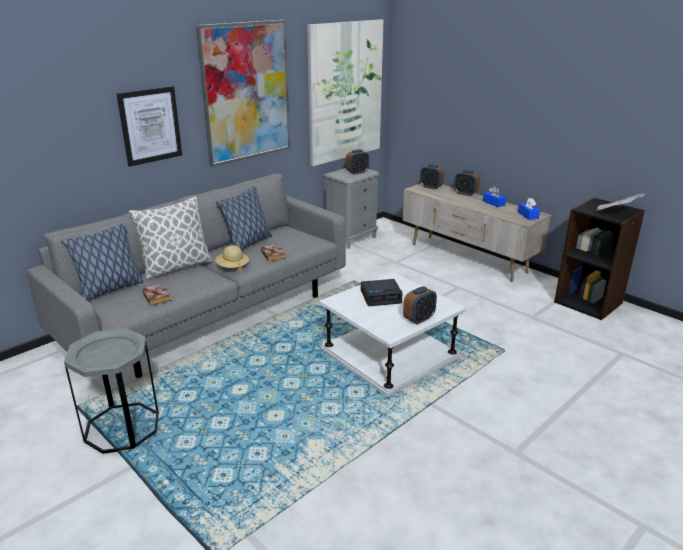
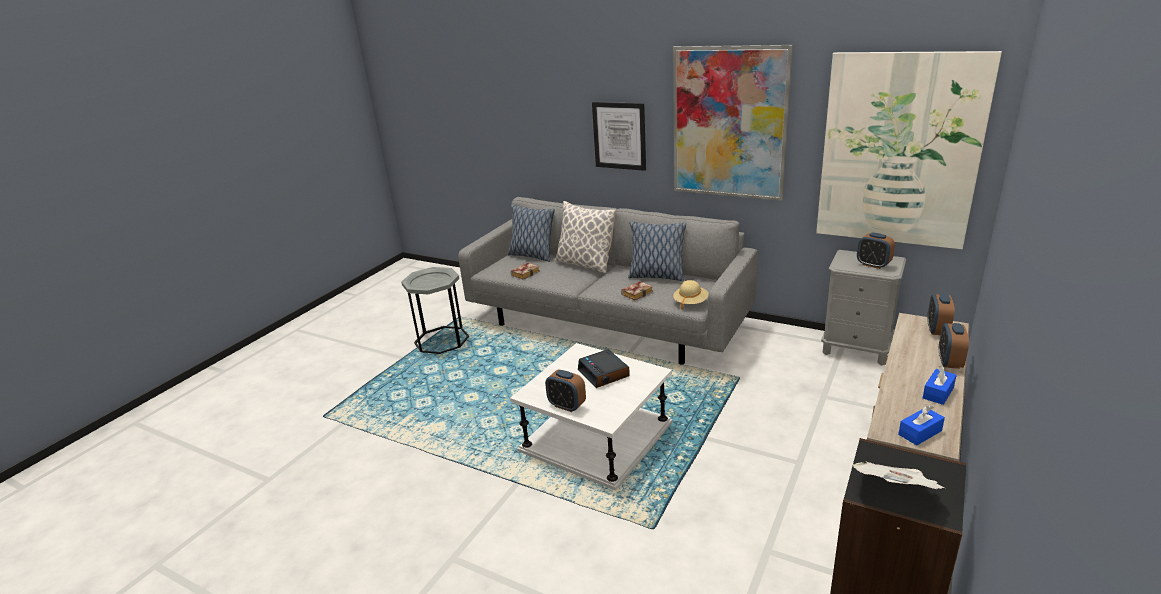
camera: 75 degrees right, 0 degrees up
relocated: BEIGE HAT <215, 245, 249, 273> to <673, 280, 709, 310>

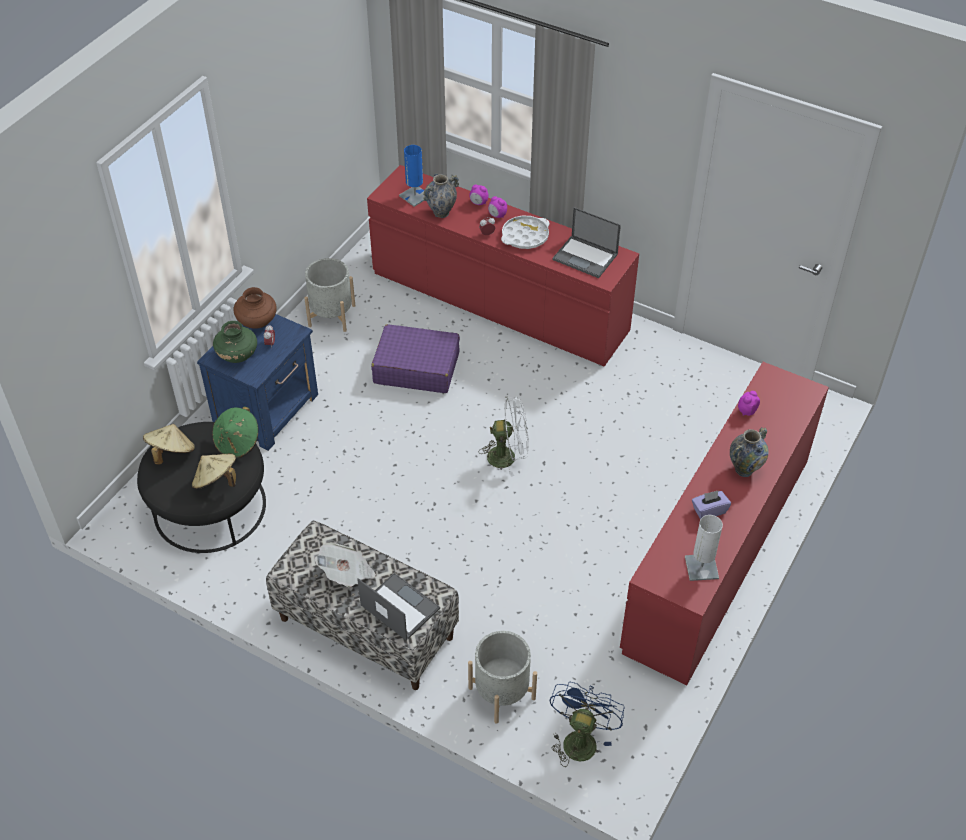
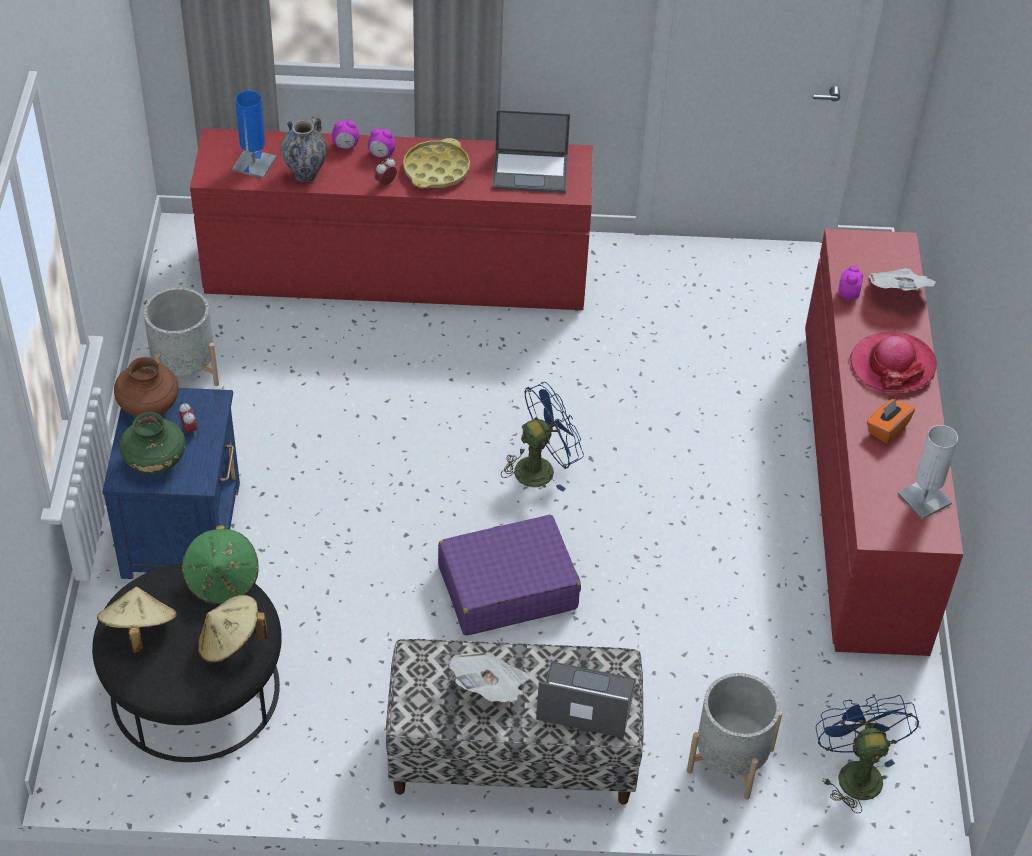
camera: 30 degrees left, 0 degrees up
appeared: NEWSPAPER <869, 268, 936, 291>
relocated: PURPLE SUITCASE <371, 324, 460, 393> to <438, 515, 581, 636>
exchanged: VASE <730, 427, 769, 477> to HAT <850, 332, 937, 392>
colour: WHITE FAN <479, 397, 528, 477> to BLUE FAN <501, 382, 584, 492>; WHITE TRAY <501, 216, 550, 249> to YELLOW TRAY <403, 138, 470, 188>; PURPLE TISSUE BOX <692, 491, 731, 519> to ORANGE TISSUE BOX <867, 399, 915, 443>

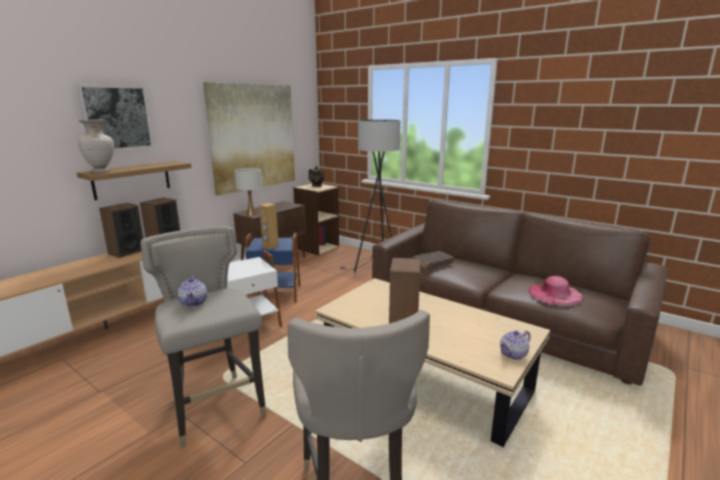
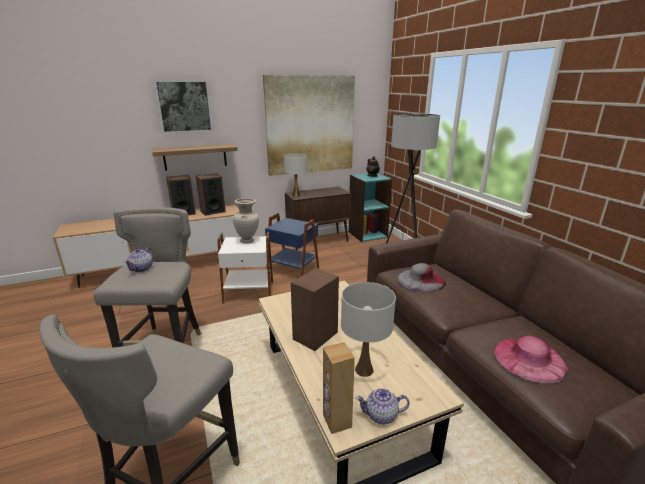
camera: 30 degrees right, 5 degrees up
appeared: WHITE TABLE LAMP <341, 282, 396, 377>
relocated: BEIGE VASE <78, 119, 114, 173> to <233, 198, 259, 244>; BROWN SPEAKER <259, 203, 279, 249> to <323, 342, 355, 434>
exchanged: BROWN BOOK <413, 251, 454, 269> to GREY HAT <397, 263, 446, 292>
colour: BEIGE BOOKCASE <293, 184, 339, 255> to TURQUOISE BOOKCASE <348, 173, 392, 242>

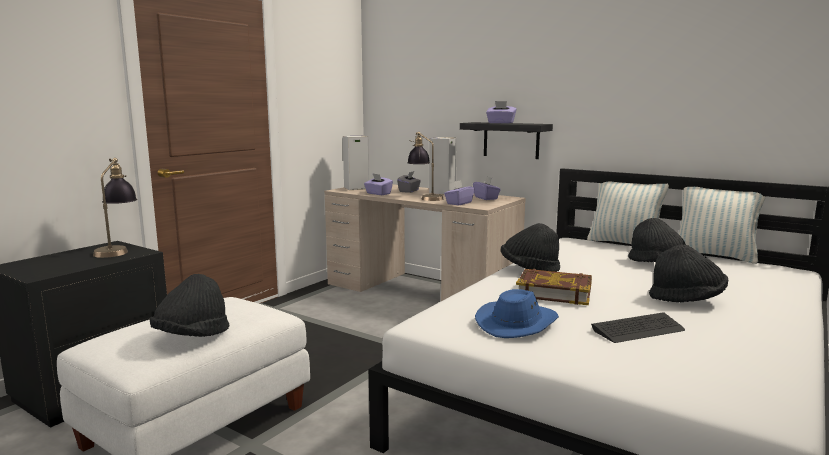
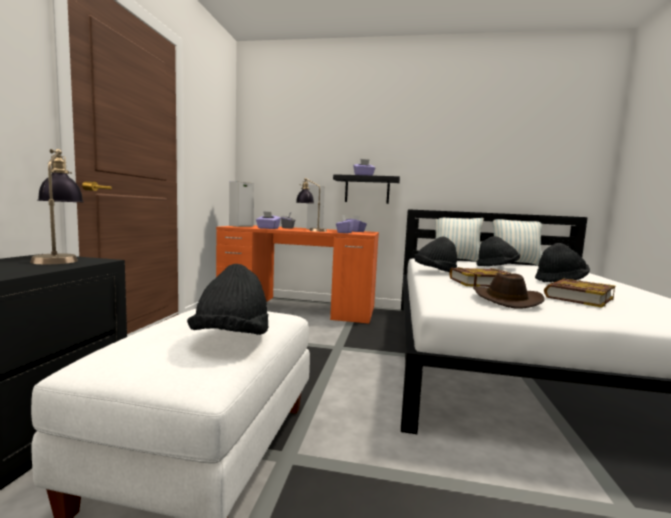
camera: 25 degrees left, 5 degrees down
exchanged: KEYBOARD <591, 312, 685, 343> to BOOK <544, 279, 615, 308>
colour: BEIGE DESK <324, 184, 526, 301> to ORANGE DESK <216, 225, 379, 324>; BLUE HAT <475, 289, 559, 338> to BROWN HAT <473, 272, 544, 309>

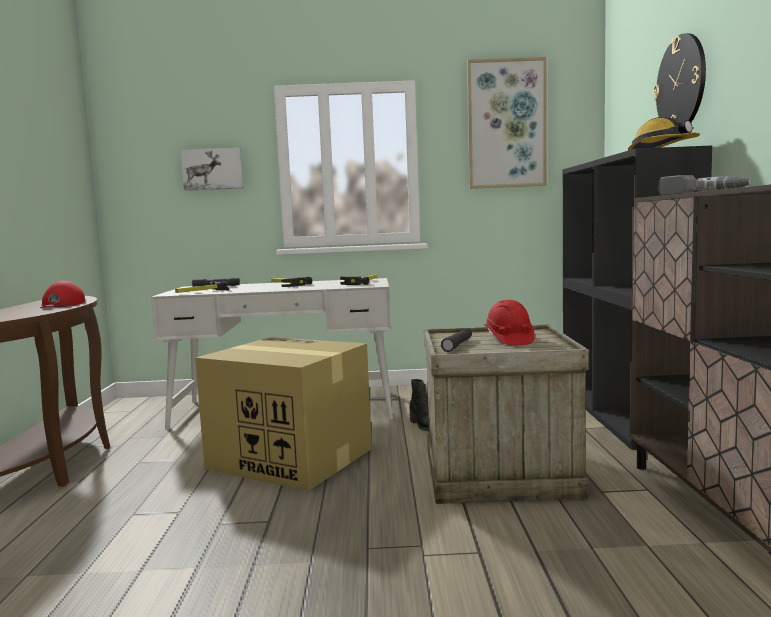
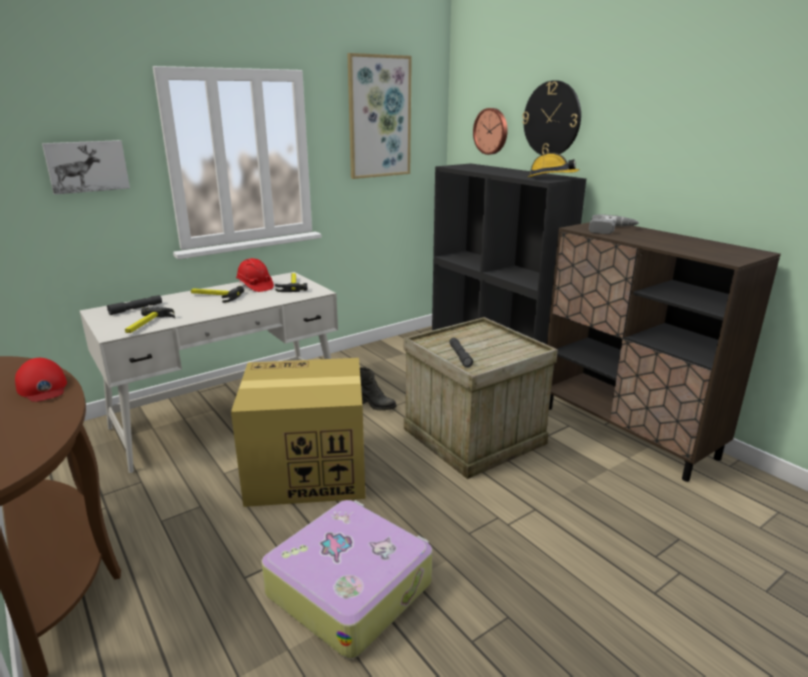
camera: 35 degrees left, 15 degrees up
appeared: SUITCASE <261, 500, 433, 659>; WALL CLOCK <473, 108, 507, 155>
relocated: RED HARD HAT <485, 300, 535, 345> to <236, 258, 274, 292>

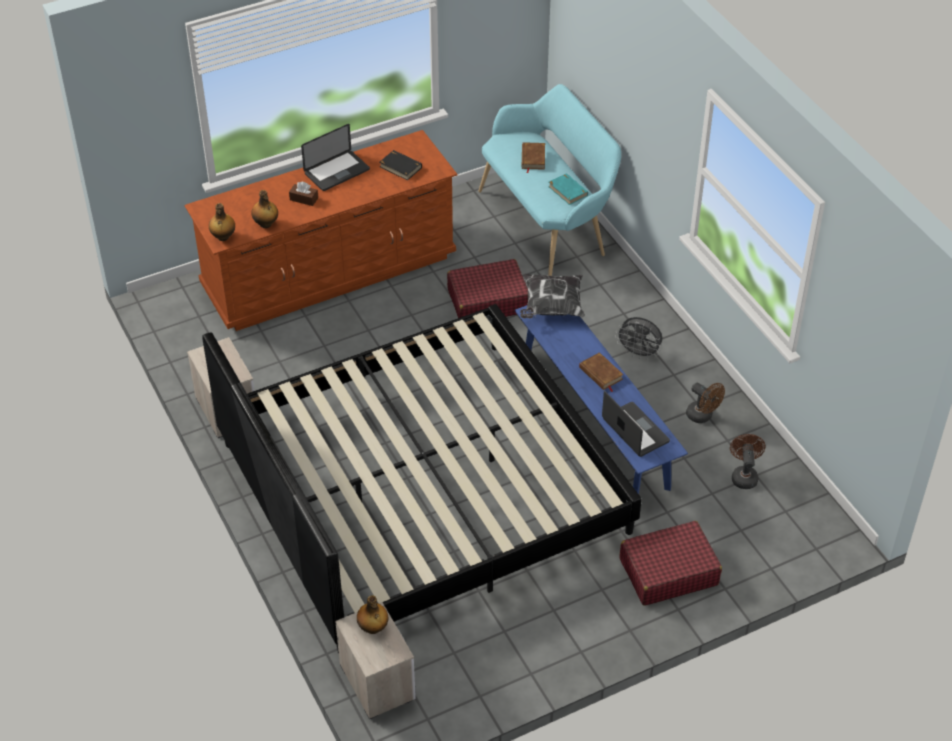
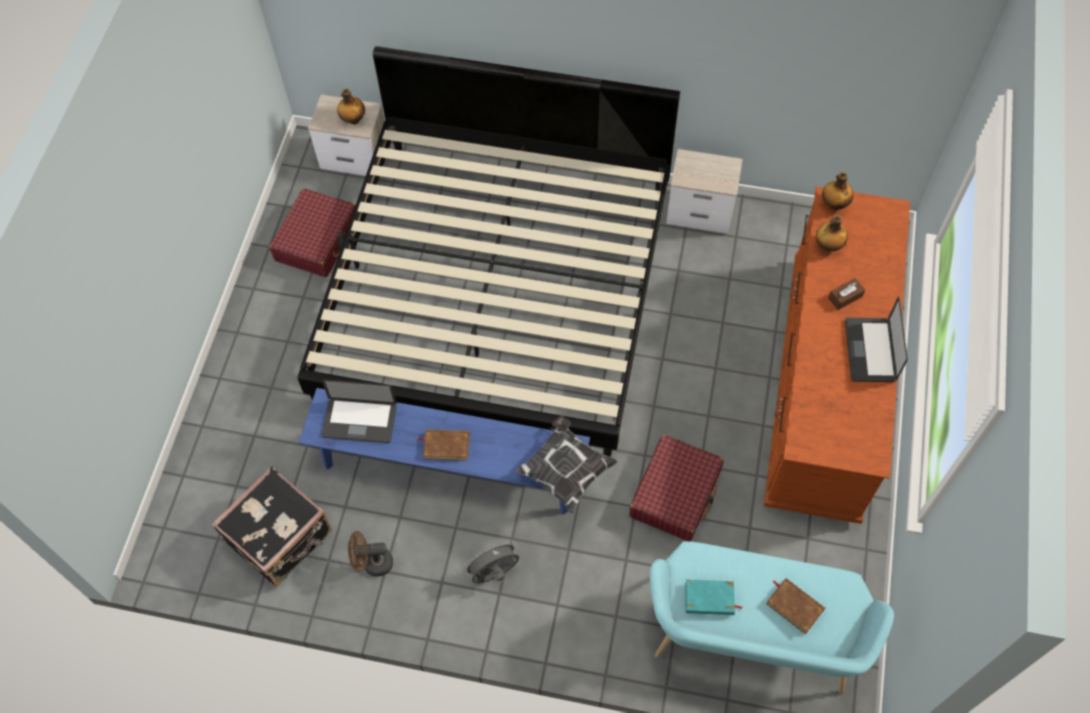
camera: 130 degrees right, 15 degrees up
missing: BLACK BOOK <380, 150, 422, 180>
relocated: RED SUITCASE <620, 521, 722, 606> to <269, 188, 356, 277>
exchanged: BROWN FAN <730, 434, 765, 489> to BLACK SUITCASE <212, 466, 332, 587>

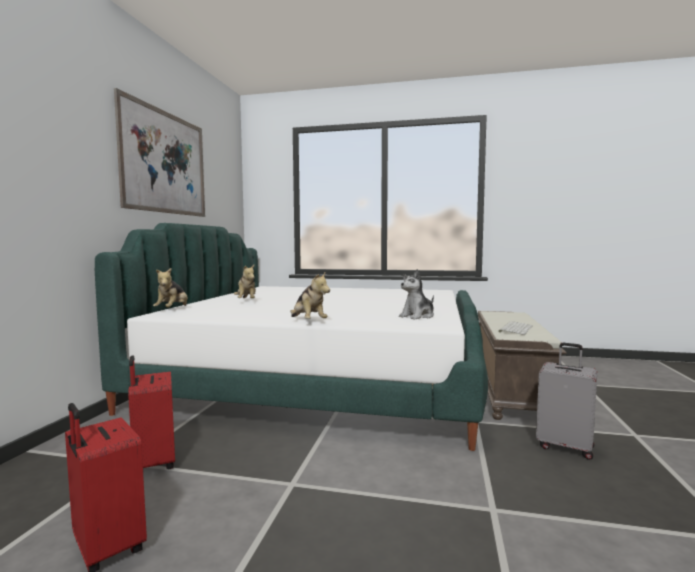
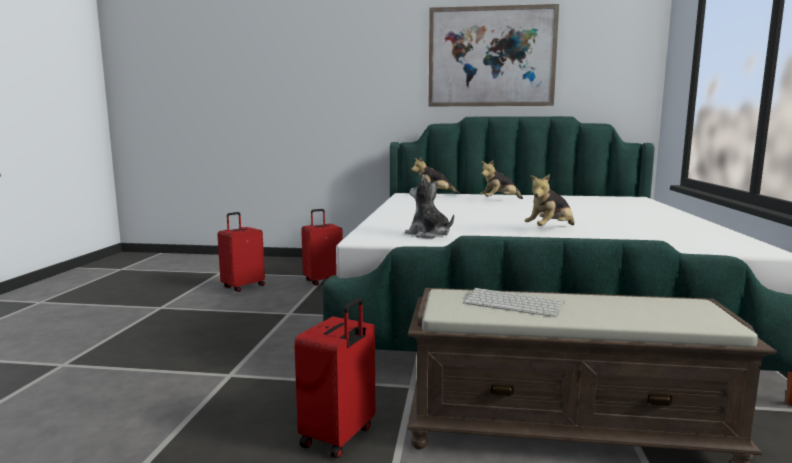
camera: 85 degrees right, 5 degrees up
relocated: PLUSH TOY <290, 273, 330, 319> to <524, 174, 574, 226>
colour: GREY SUITCASE <536, 343, 597, 460> to RED SUITCASE <294, 298, 375, 458>

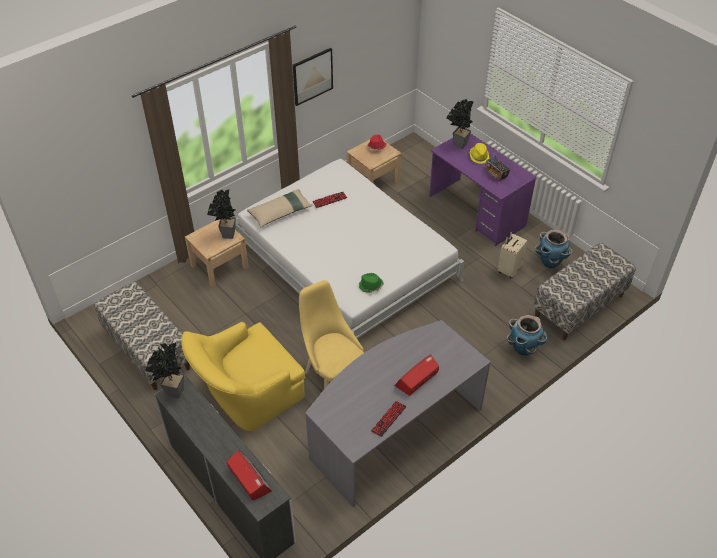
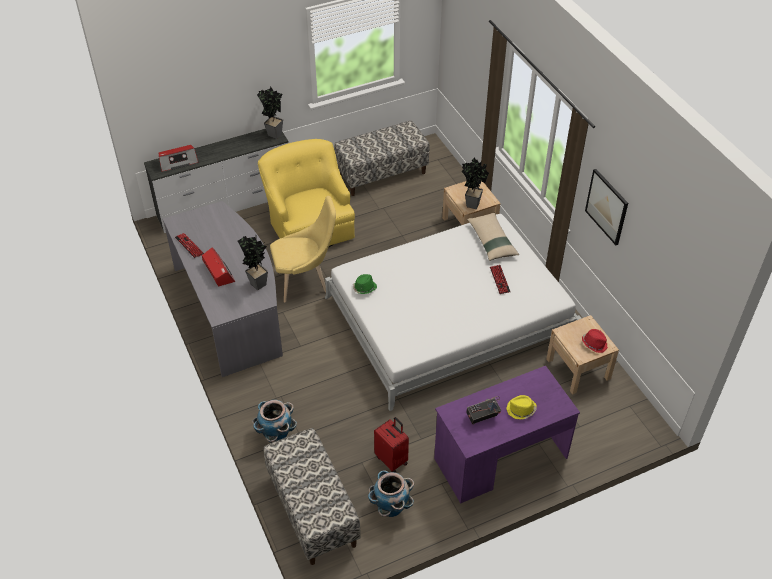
camera: 105 degrees right, 0 degrees up
relocated: POTTED PLANT <446, 99, 473, 149> to <238, 235, 268, 290>
colour: BEIGE SUITCASE <497, 229, 528, 279> to RED SUITCASE <374, 417, 409, 473>

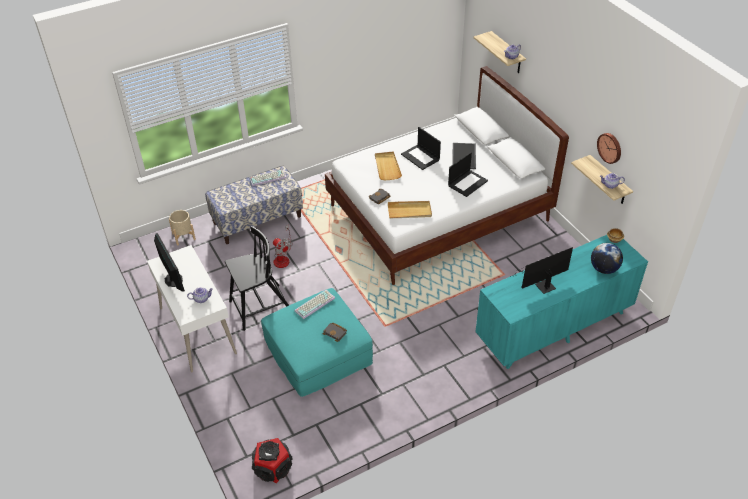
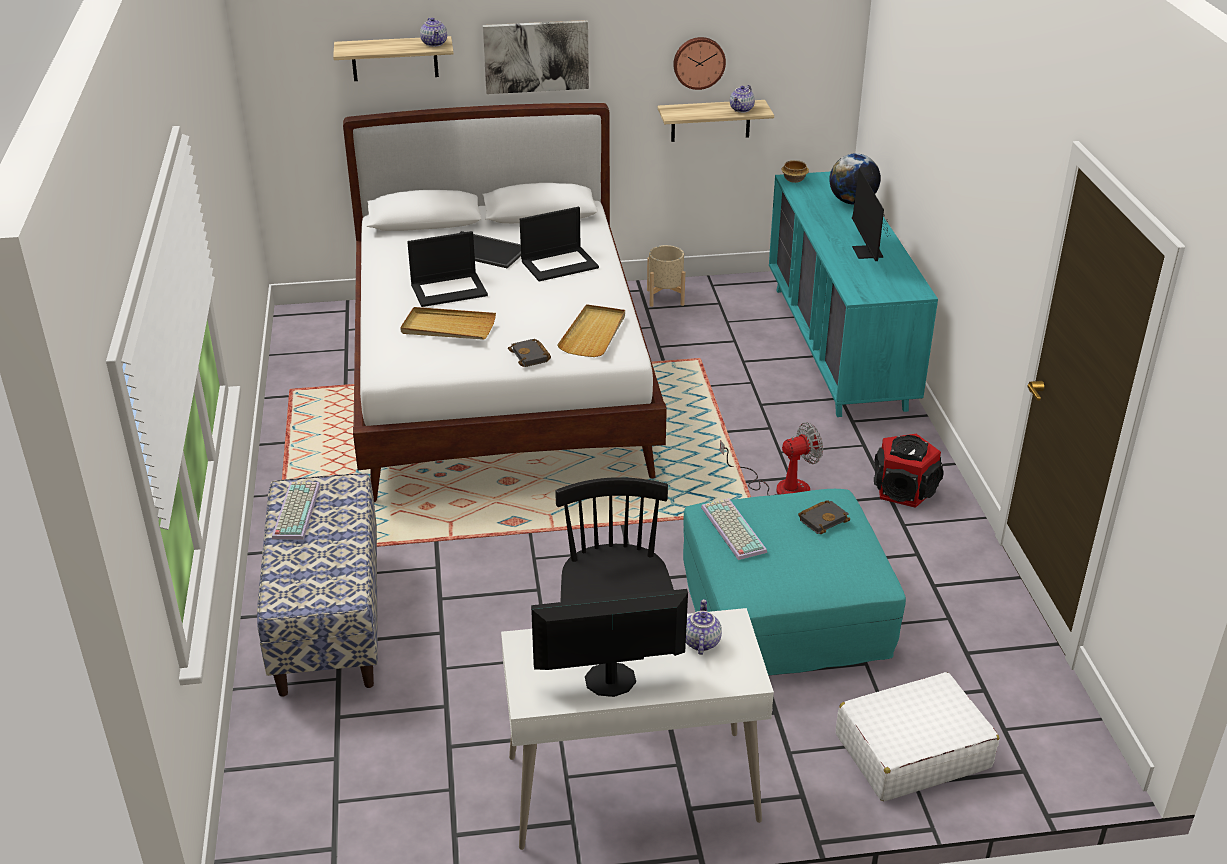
camera: 70 degrees left, 10 degrees down
appeared: PICTURE <483, 20, 589, 94>; WHITE SUITCASE <836, 672, 999, 801>
relocated: BEIGE PLANTER <169, 210, 196, 245> to <647, 245, 685, 307>; SPEAKER <252, 438, 293, 483> to <874, 434, 944, 508>; FAN <273, 225, 293, 268> to <720, 423, 823, 496>
spun: LAPTOP <448, 152, 488, 197> = <520, 207, 599, 281> 90 degrees clockwise

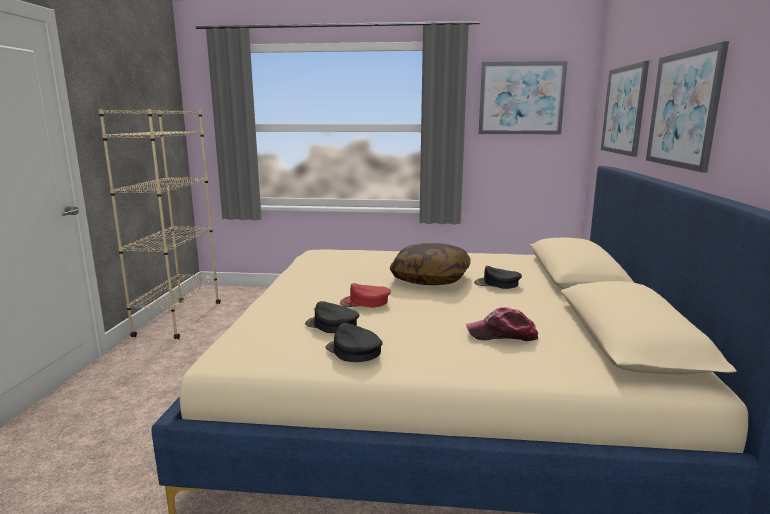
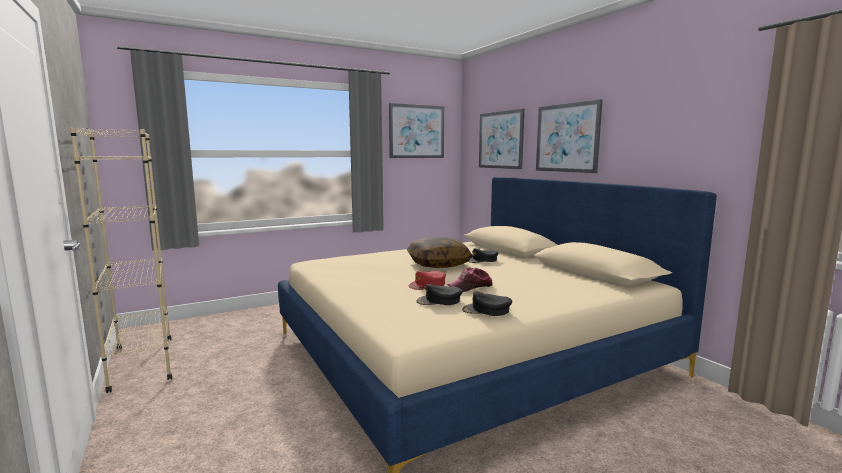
camera: 35 degrees left, 5 degrees down
relocated: CAP <466, 307, 538, 341> to <448, 268, 493, 292>

